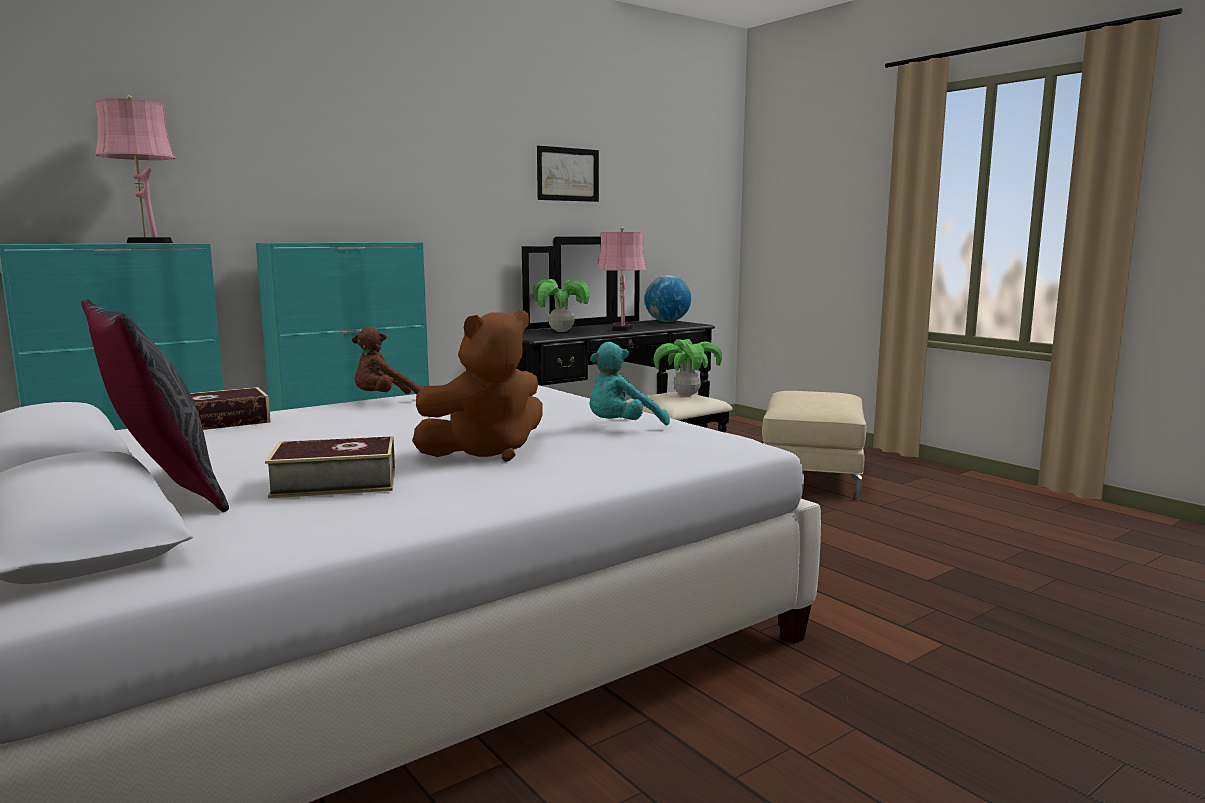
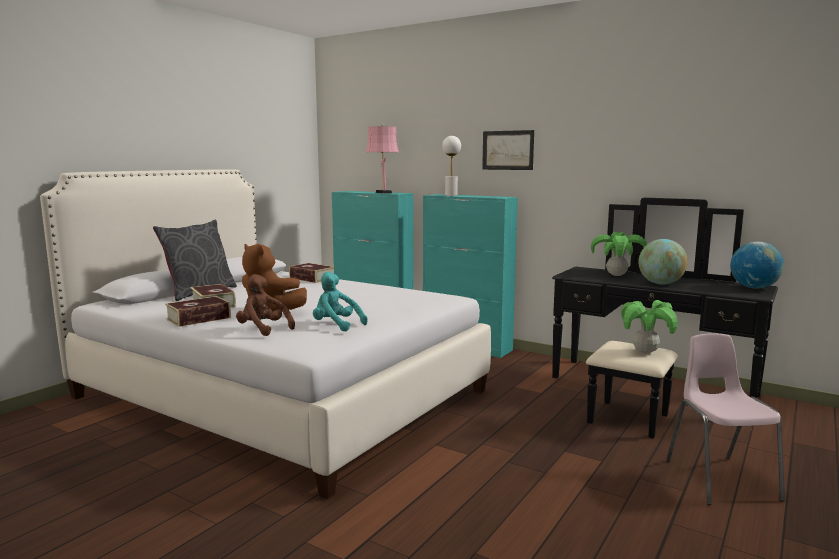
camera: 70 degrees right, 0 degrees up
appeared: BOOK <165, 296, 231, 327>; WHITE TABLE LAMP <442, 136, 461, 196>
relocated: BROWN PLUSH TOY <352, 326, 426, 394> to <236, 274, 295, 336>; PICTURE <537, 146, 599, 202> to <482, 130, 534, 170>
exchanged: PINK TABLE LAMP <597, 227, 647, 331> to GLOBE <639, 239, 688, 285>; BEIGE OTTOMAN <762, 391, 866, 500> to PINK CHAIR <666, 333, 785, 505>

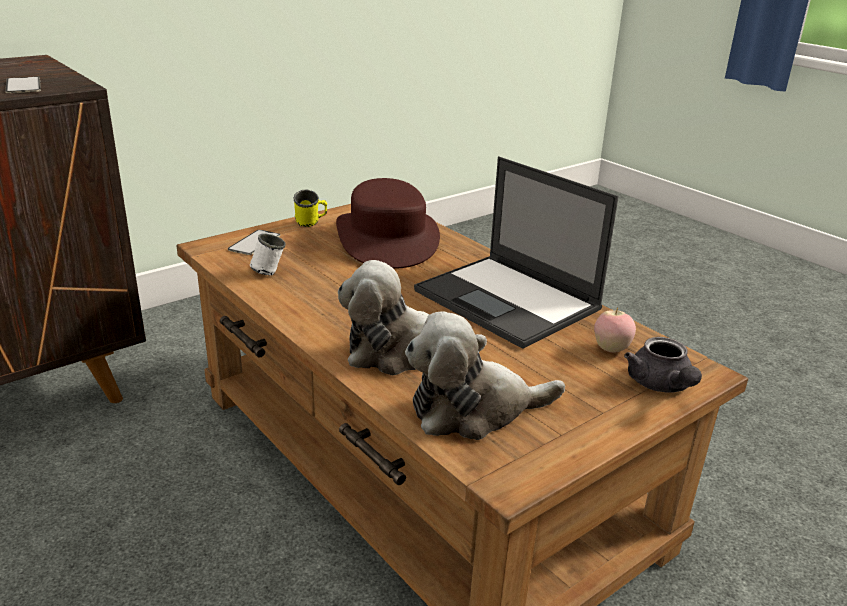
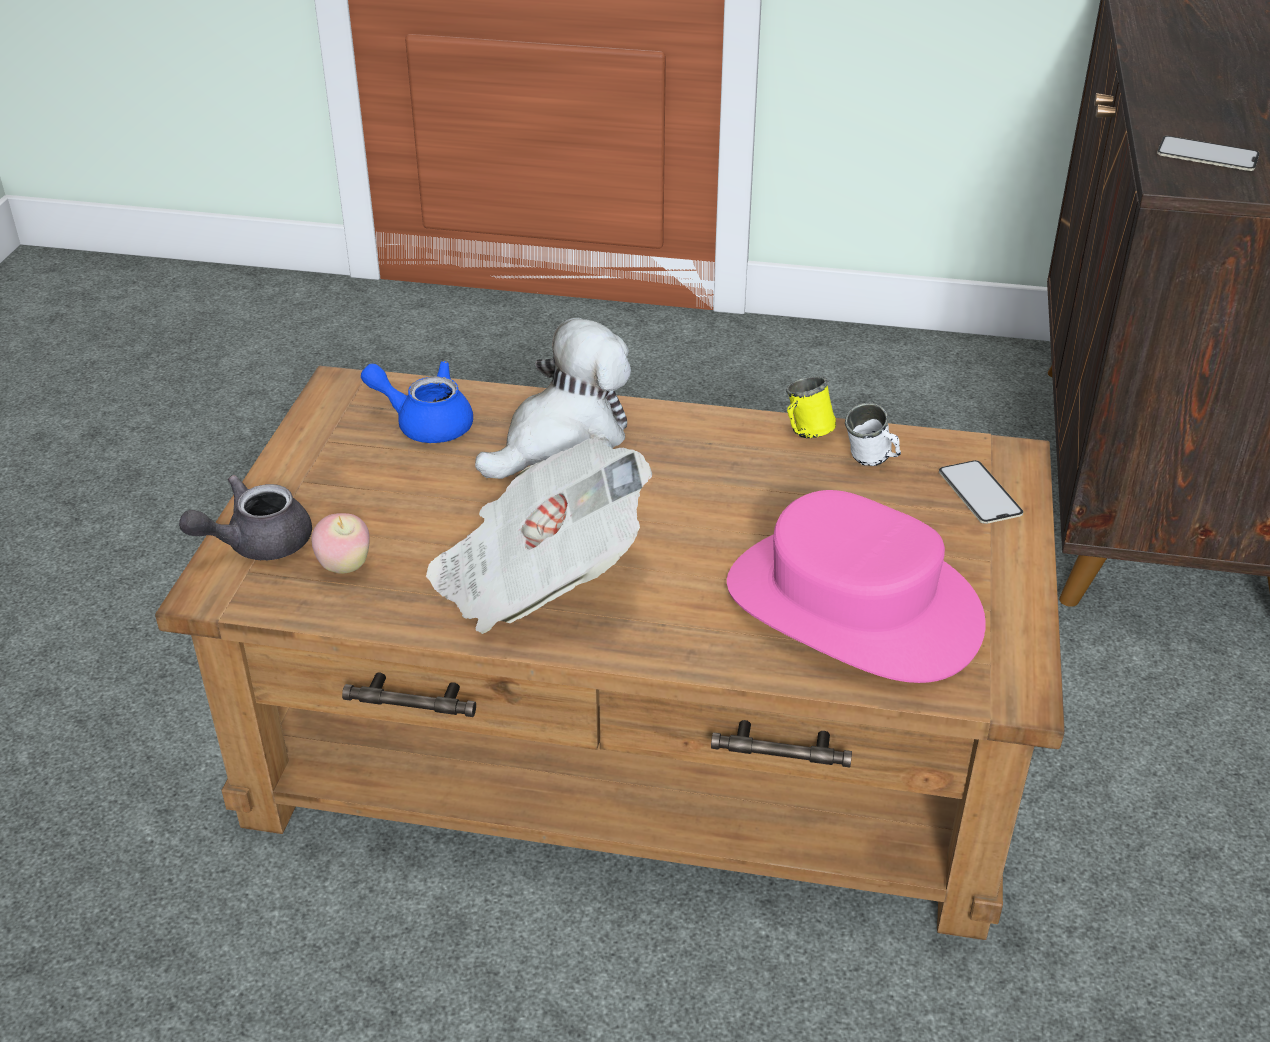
camera: 140 degrees right, 10 degrees up
relocated: YELLOW MUG <294, 190, 327, 227> to <786, 376, 836, 438>
exchanged: PLUSH TOY <405, 311, 565, 440> to BLUE TEAPOT <361, 361, 473, 443>; LAPTOP <414, 156, 619, 349> to NEWSPAPER <426, 438, 652, 634>
colour: BROWN HAT <336, 178, 440, 269> to PINK HAT <727, 490, 986, 683>
spun: GREY TEAPOT <624, 337, 702, 392> = <179, 475, 312, 560> 75 degrees counterclockwise

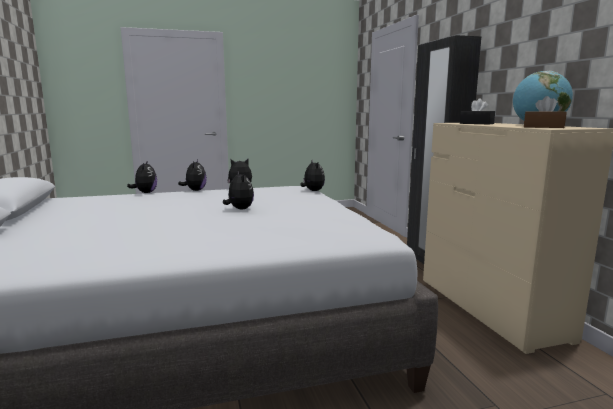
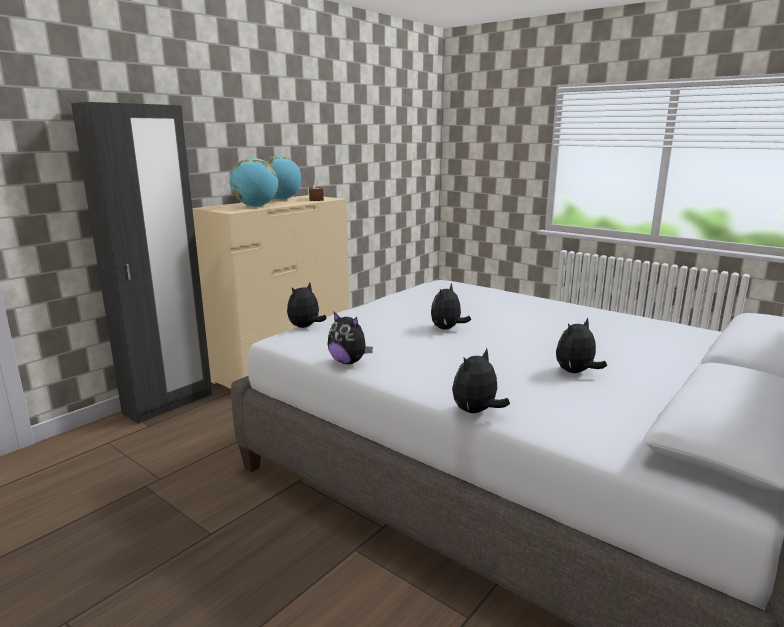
camera: 125 degrees left, 5 degrees up
relocated: PLUSH TOY <178, 159, 207, 191> to <556, 318, 607, 373>
exchanged: BLACK TISSUE BOX <460, 98, 495, 124> to GLOBE <230, 158, 279, 207>

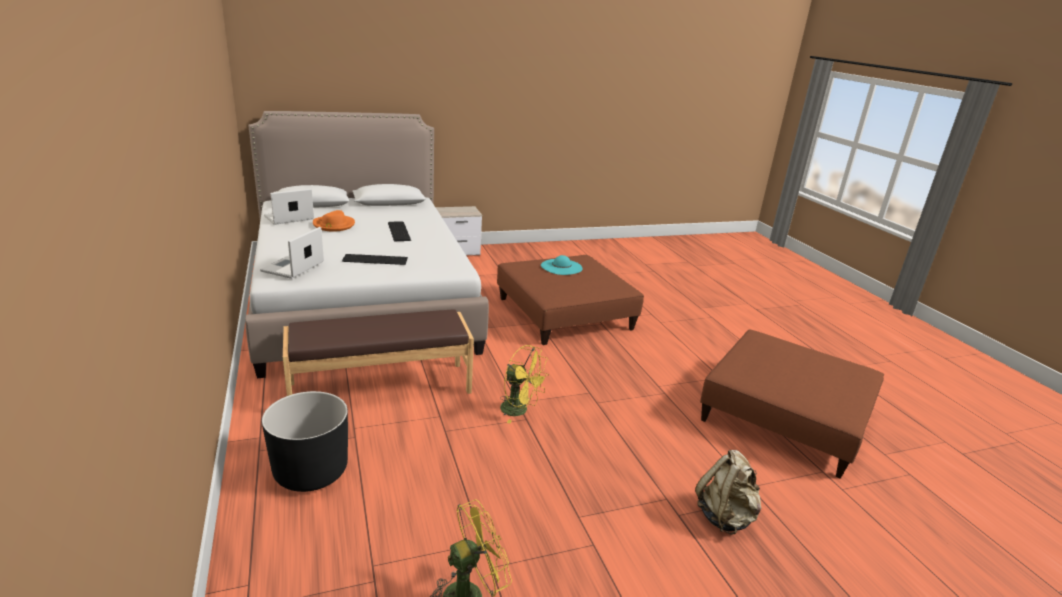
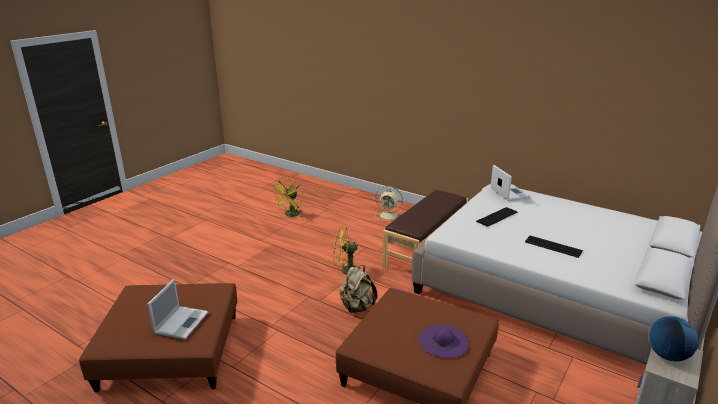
camera: 145 degrees right, 0 degrees up
missing: ORANGE HAT <313, 210, 355, 231>
appeared: GLOBE <648, 316, 698, 361>
relocated: LAPTOP <264, 189, 314, 225> to <147, 279, 209, 339>; BEIGE BACKPACK <695, 450, 762, 535> to <339, 265, 377, 313>
exchanged: BLACK PLANTER <262, 391, 348, 492> to BEIGE FAN <375, 186, 403, 222>
colour: TURQUOISE HAT <541, 255, 583, 275> to PURPLE HAT <419, 325, 469, 358>

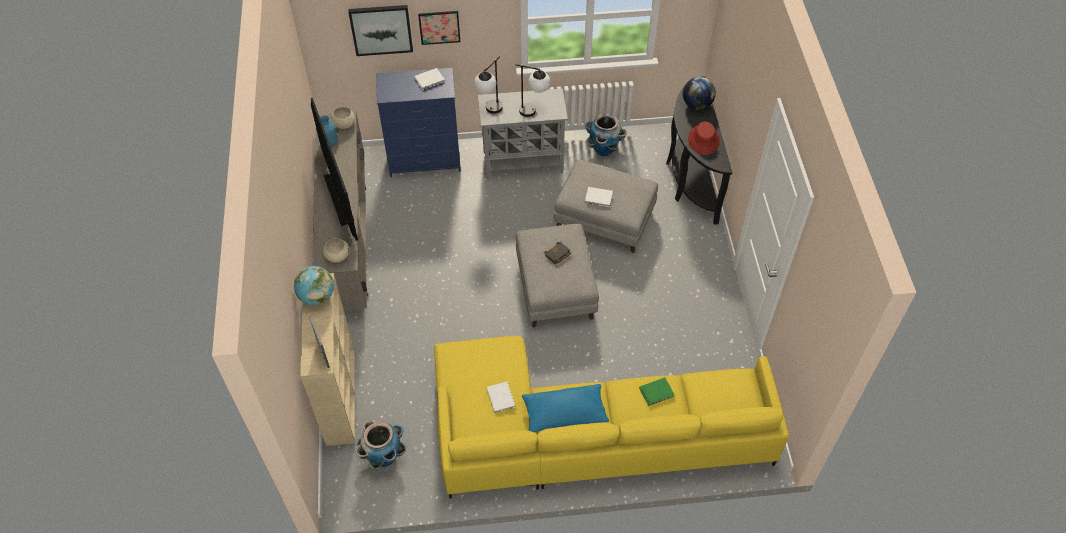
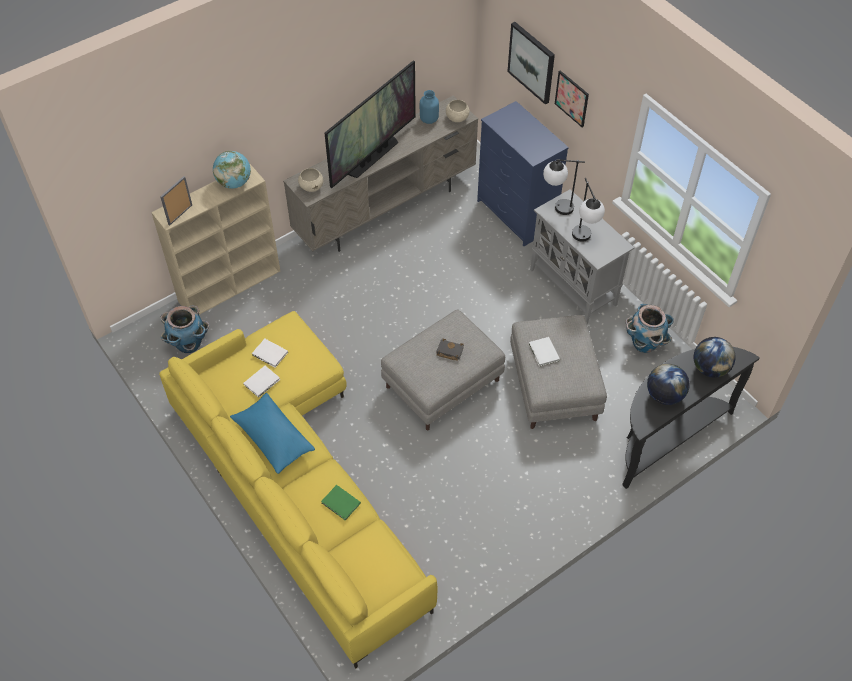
camera: 60 degrees right, 0 degrees up
relocated: WHITE BOOK <414, 68, 445, 90> to <252, 339, 288, 368>
exchanged: RED HAT <688, 122, 720, 155> to GLOBE <647, 364, 690, 405>

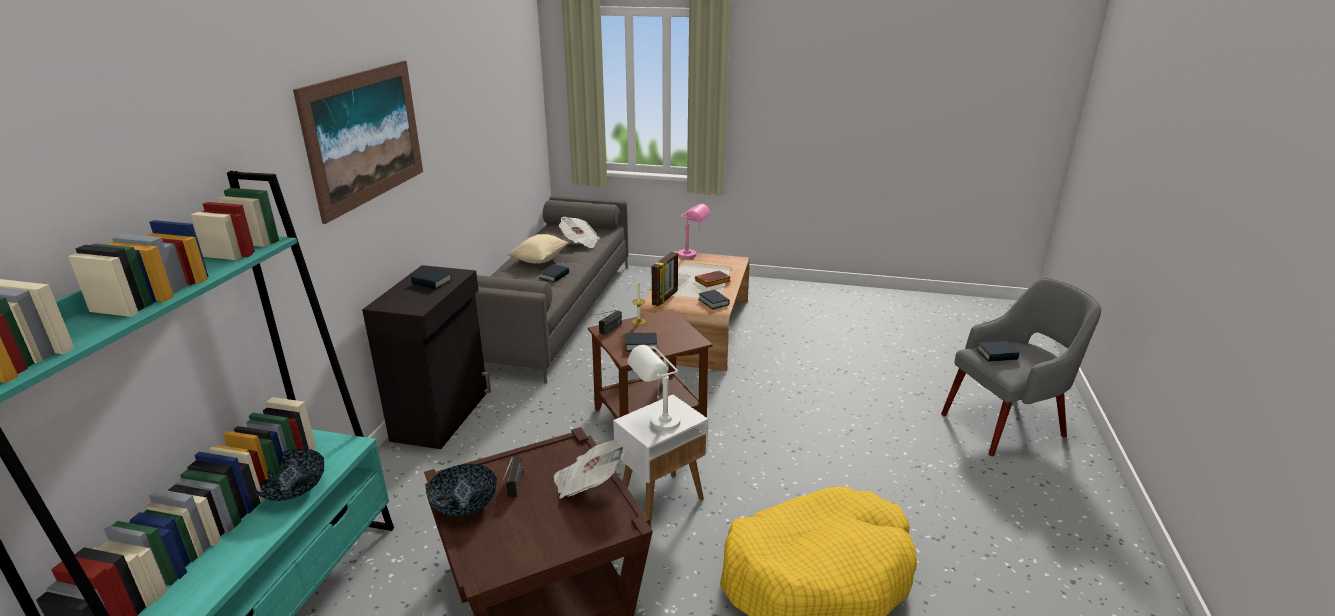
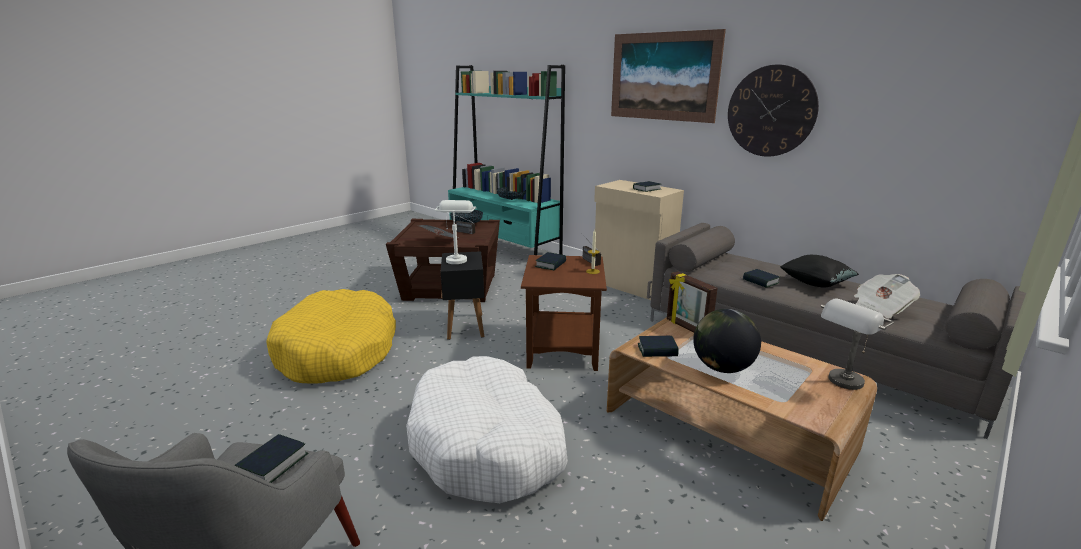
camera: 120 degrees right, 5 degrees down
appeared: WHITE DOG BED <406, 356, 568, 503>; WALL CLOCK <728, 65, 819, 157>
exchanged: BROWN BOOK <695, 270, 731, 287> to GLOBE <693, 309, 761, 373>
colour: BLACK CABINET <362, 265, 491, 449> to BEIGE CABINET <594, 180, 684, 300>; BEIGE PILLOW <507, 234, 568, 264> to BLACK PILLOW <780, 255, 859, 287>; WHITE SIDE TABLE <613, 395, 708, 528> to BLACK SIDE TABLE <441, 251, 484, 340>; PINK TABLE LAMP <678, 204, 711, 259> to GREY TABLE LAMP <821, 299, 894, 390>

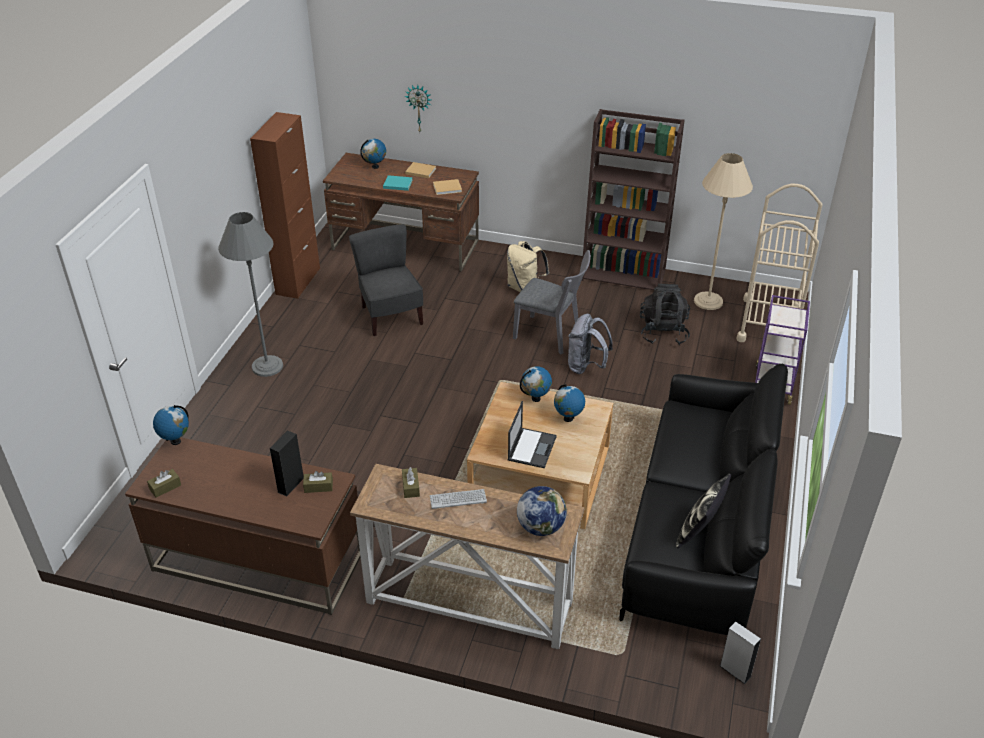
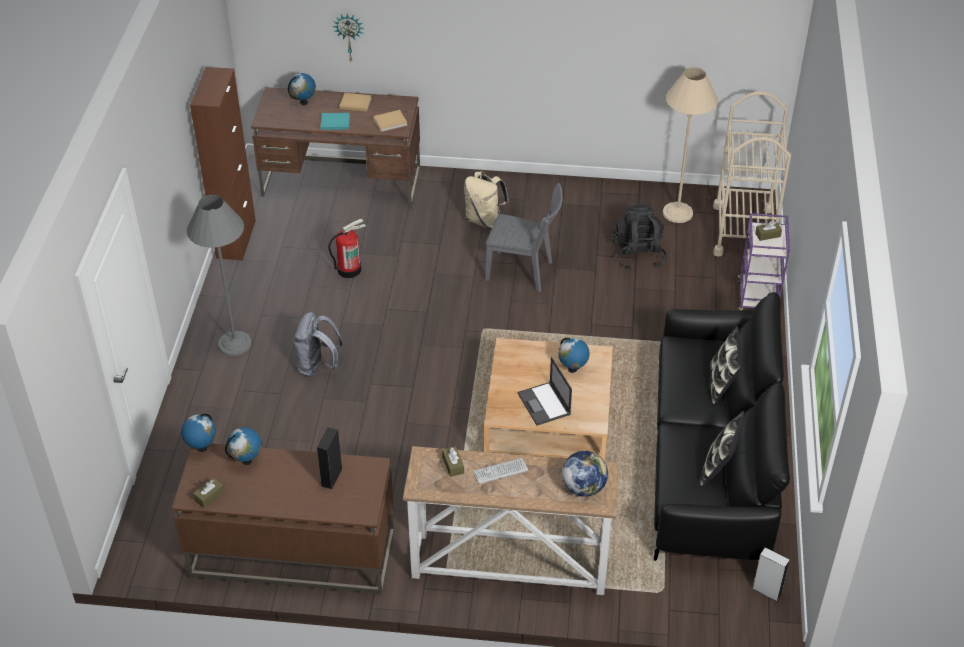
camera: 10 degrees left, 5 degrees up
missing: BROWN BOOKCASE <582, 109, 685, 290>
appeared: PILLOW <710, 326, 742, 404>
relocated: BROWN TISSUE BOX <303, 471, 333, 493> to <755, 221, 782, 241>; GLOBE <520, 366, 552, 402> to <225, 427, 261, 465>; GREY BACKPACK <568, 314, 613, 374> to <293, 312, 344, 377>
exchanged: GREY CHAIR <349, 224, 423, 336> to FIRE EXTINGUISHER <328, 218, 366, 278>
spun: LAPTOP <508, 401, 557, 468> = <518, 357, 572, 425> 150 degrees clockwise

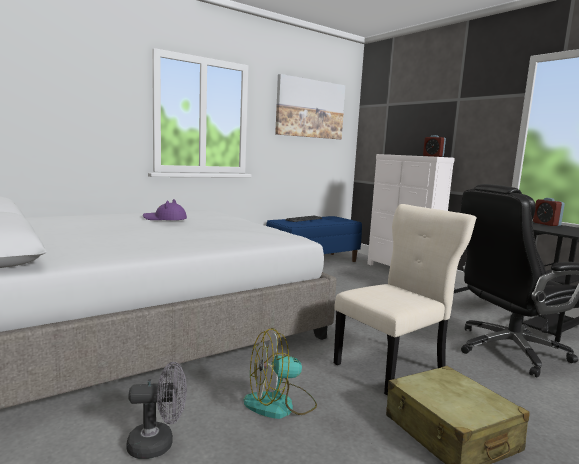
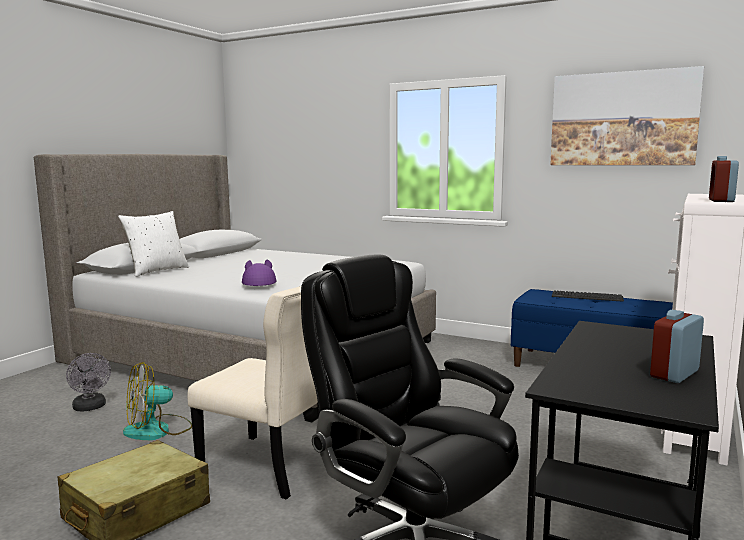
camera: 65 degrees right, 0 degrees up
appeared: WHITE PILLOW <118, 211, 189, 277>
relocated: PURPLE HAT <143, 199, 187, 220> to <242, 260, 276, 286>
spun: FAN <244, 328, 317, 419> = <123, 362, 192, 440> 75 degrees counterclockwise

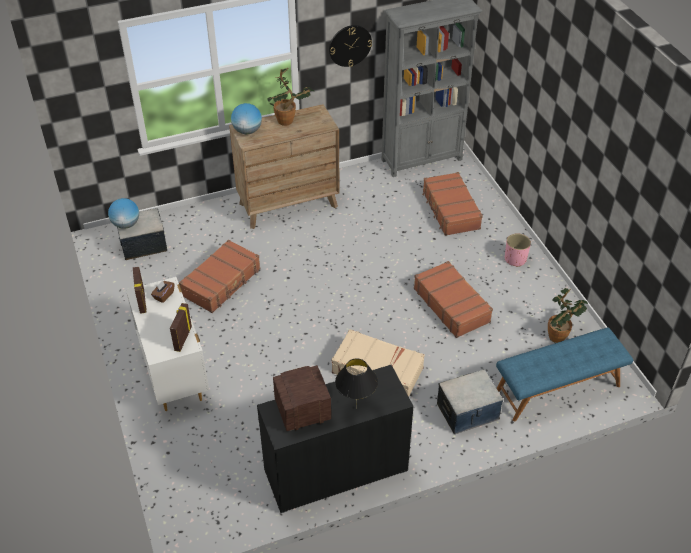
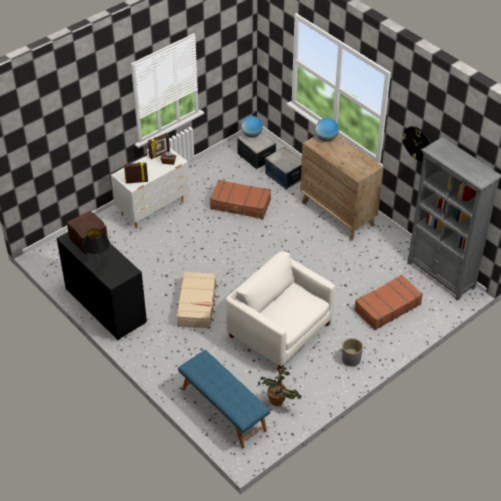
camera: 70 degrees right, 0 degrees up
missing: POTTED PLANT <267, 68, 314, 126>
relocated: STORAGE BOX <437, 369, 503, 434> to <265, 147, 302, 190>
exchanged: BROWN SUITCASE <414, 261, 493, 338> to WHITE ARMCHAIR <226, 251, 335, 369>
colour: PINK PLANTER <505, 234, 531, 267> to GREY PLANTER <342, 338, 363, 367>

